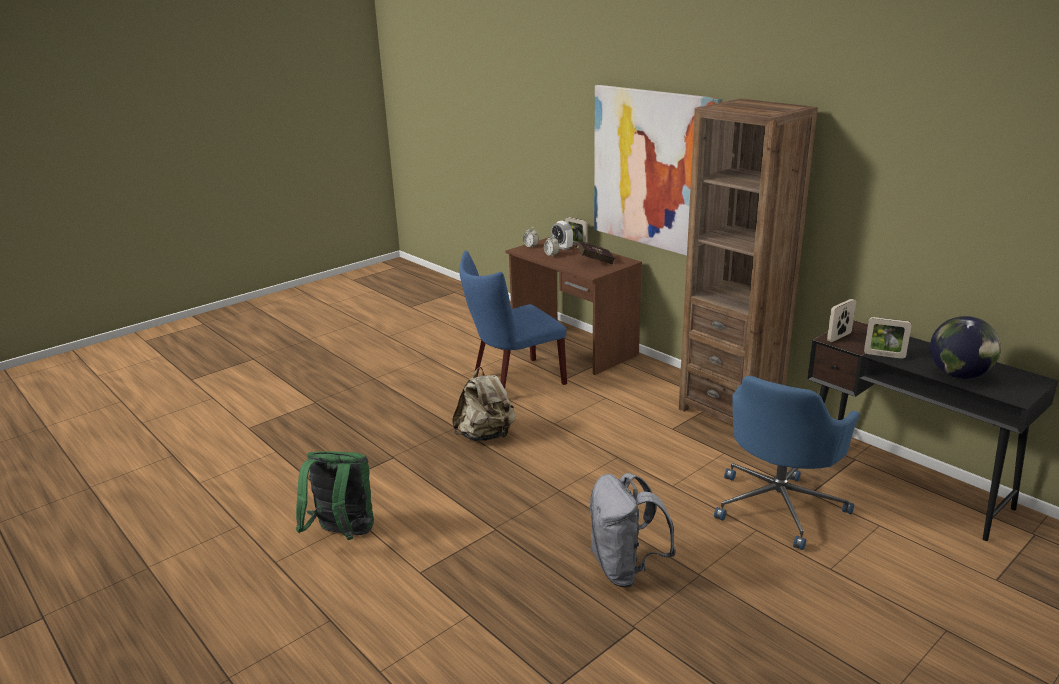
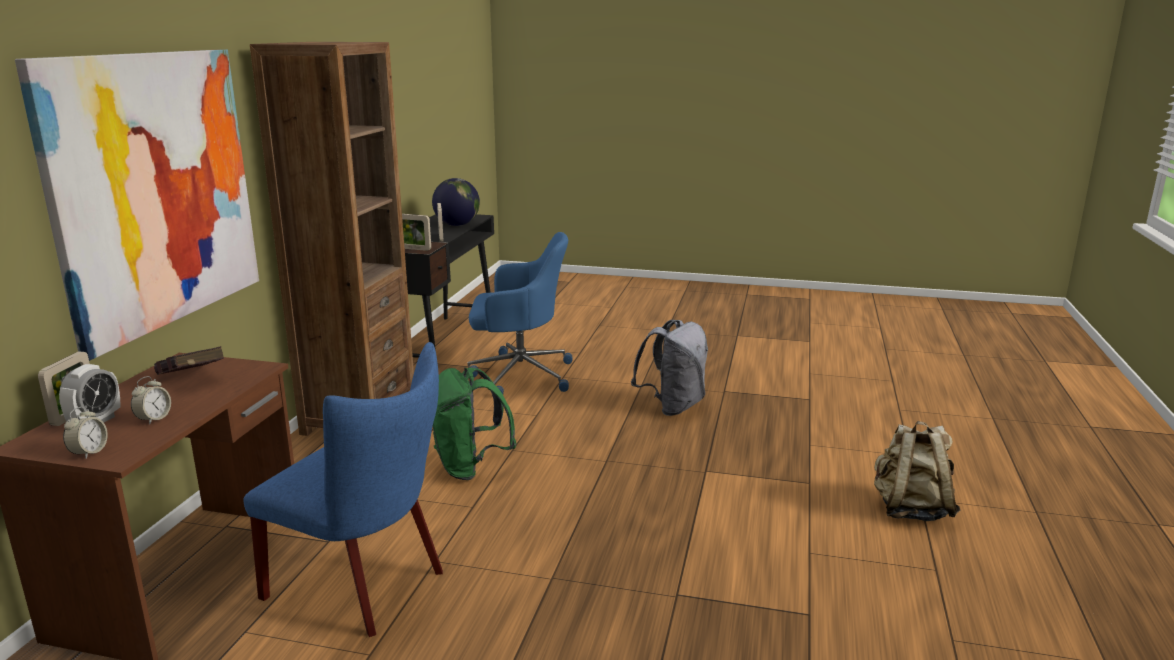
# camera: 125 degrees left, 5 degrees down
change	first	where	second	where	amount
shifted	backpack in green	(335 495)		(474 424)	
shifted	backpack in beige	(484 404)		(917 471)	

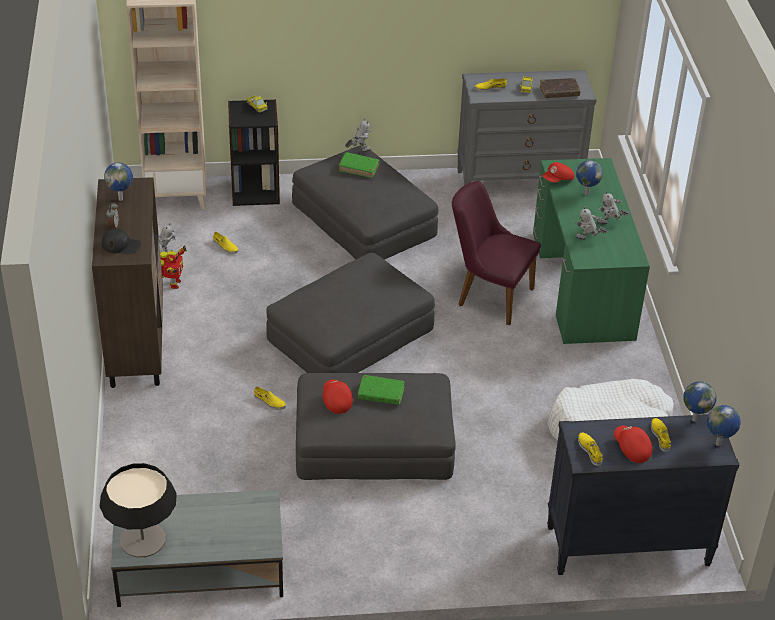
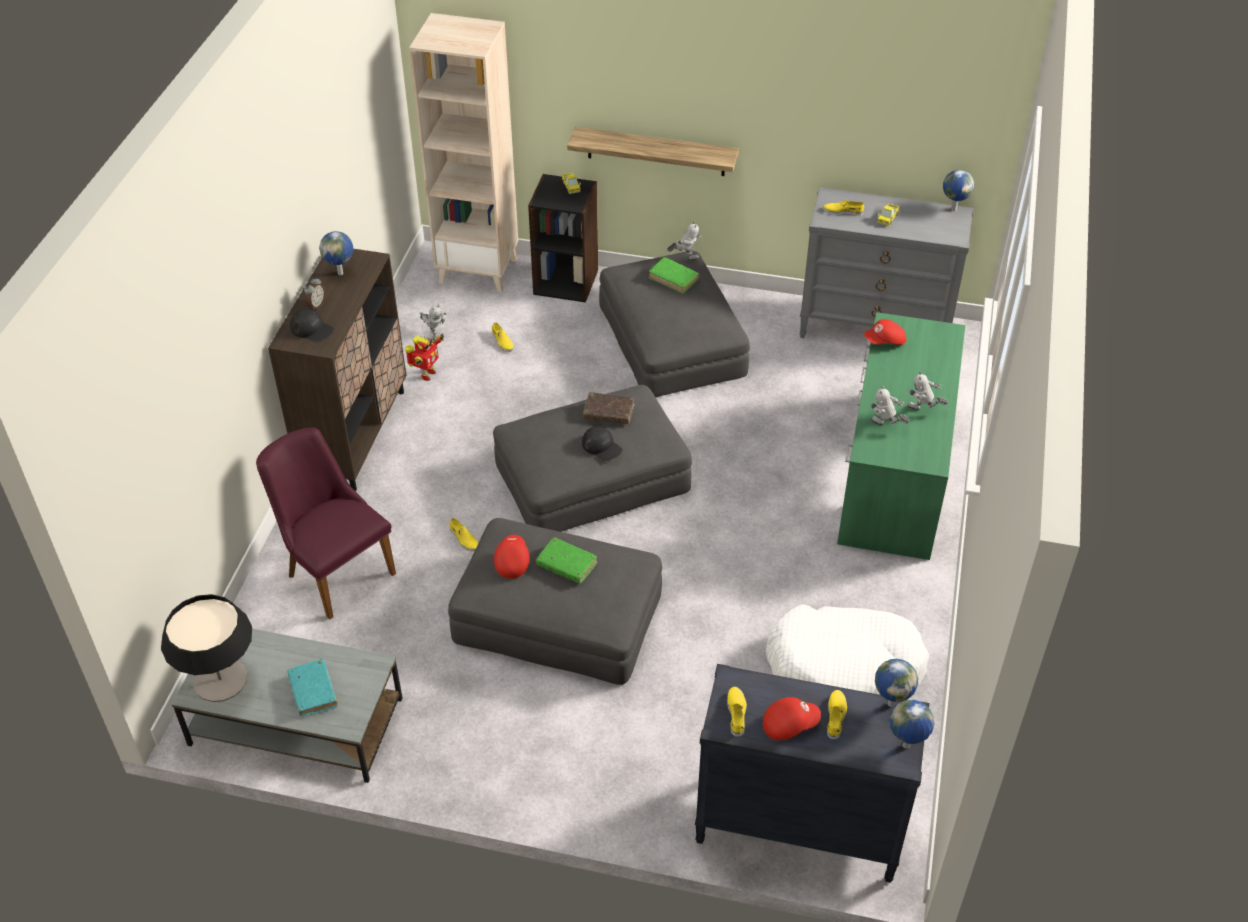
# camera: 20 degrees right, 5 degrees up
change	first	where	second	where	amount
new			book in turquoise	(312 687)	
new			shelf	(653 151)	
new			cap in black	(602 443)	
shifted	chair in purple	(496 253)		(326 523)	
shifted	book in brown	(560 88)		(609 408)	
shifted	globe	(589 178)		(958 190)	
rotated	cap in red	(633 444)		(792 718)	90 degrees clockwise

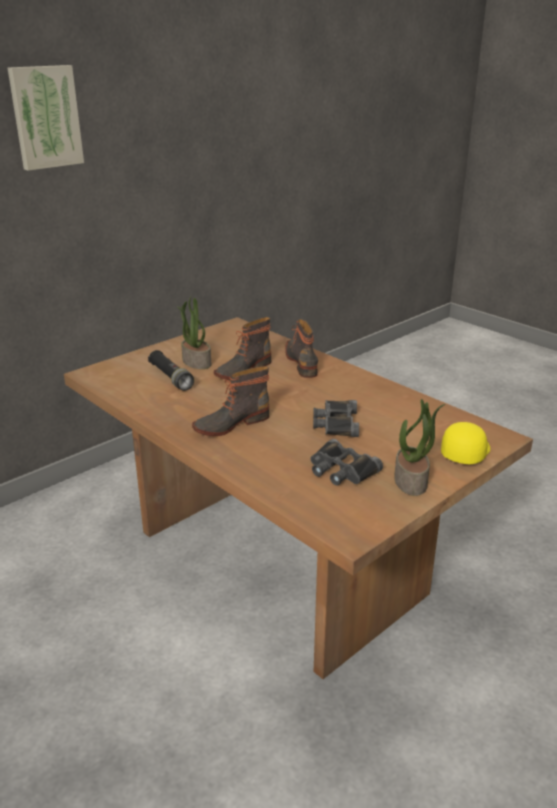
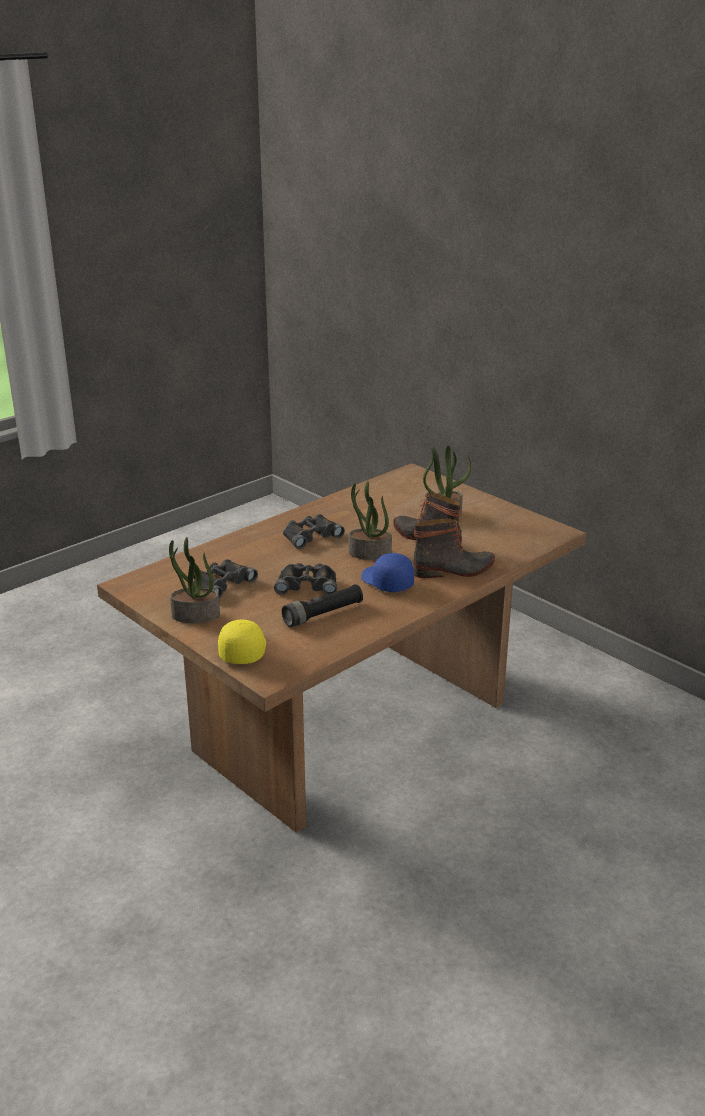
# camera: 90 degrees right, 0 degrees up
change	first	where	second	where	amount
gone	picture	(46 118)			
new			potted plant	(370 520)	
new			cap in blue	(387 572)	
shifted	flashlight in black	(171 370)		(322 605)	
swapped	boot	(230 401)	binoculars in black	(314 531)	
rotated	cap in yellow	(465 443)		(242 641)	120 degrees counterclockwise

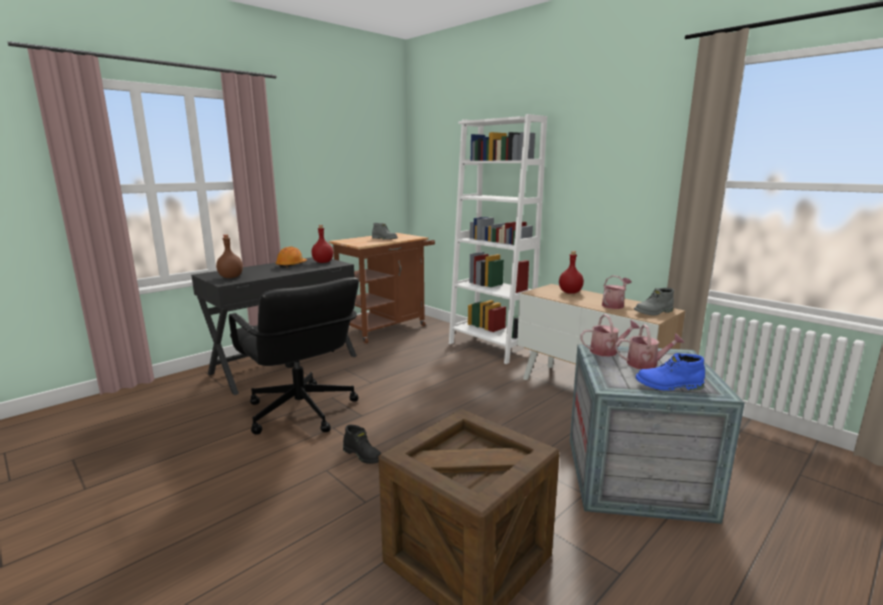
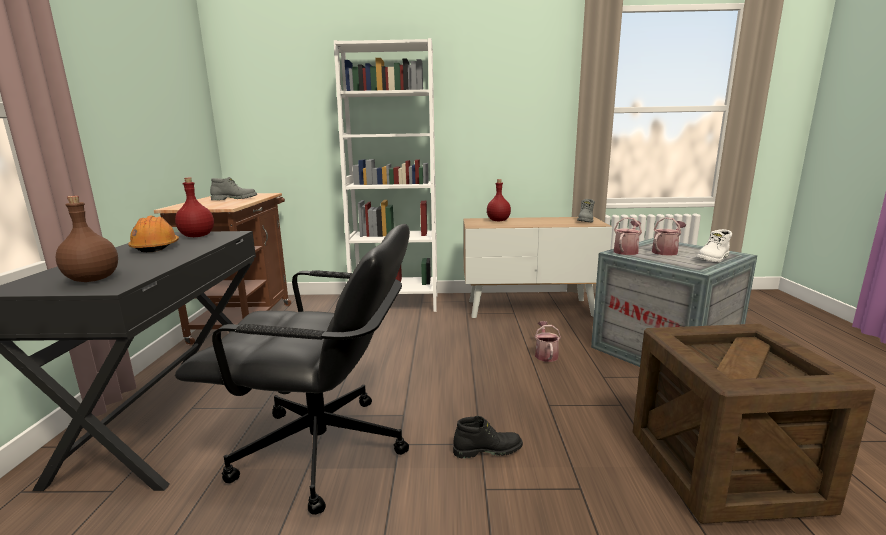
# camera: 45 degrees left, 0 degrees up
change	first	where	second	where	amount
shifted	watering can	(617 292)		(548 341)	
repainted	boot in blue	(670 372)	boot in white	(714 245)	

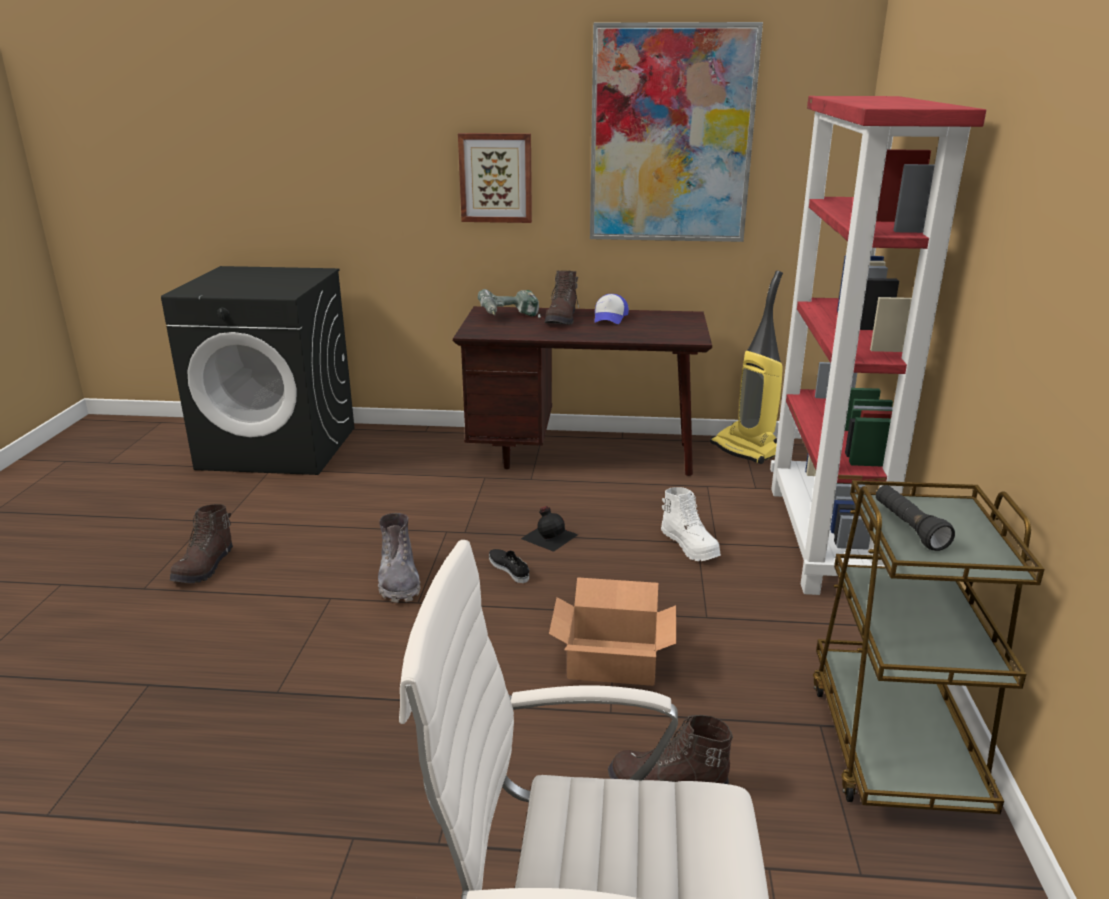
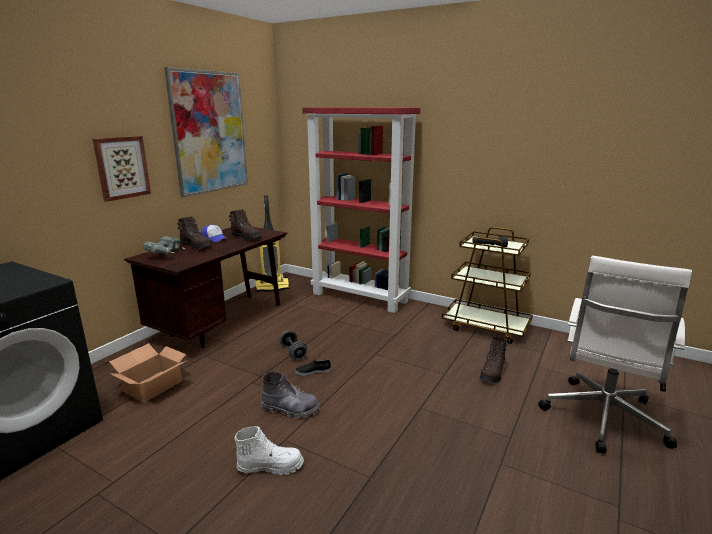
# camera: 65 degrees left, 5 degrees down
change	first	where	second	where	amount
shifted	boot in brown	(201 543)		(245 225)	
shifted	cardboard box	(612 631)		(148 373)	
shifted	boot in white	(691 524)		(269 450)	
swapped	bottle in black	(549 529)	dumbbell in grey	(293 345)	

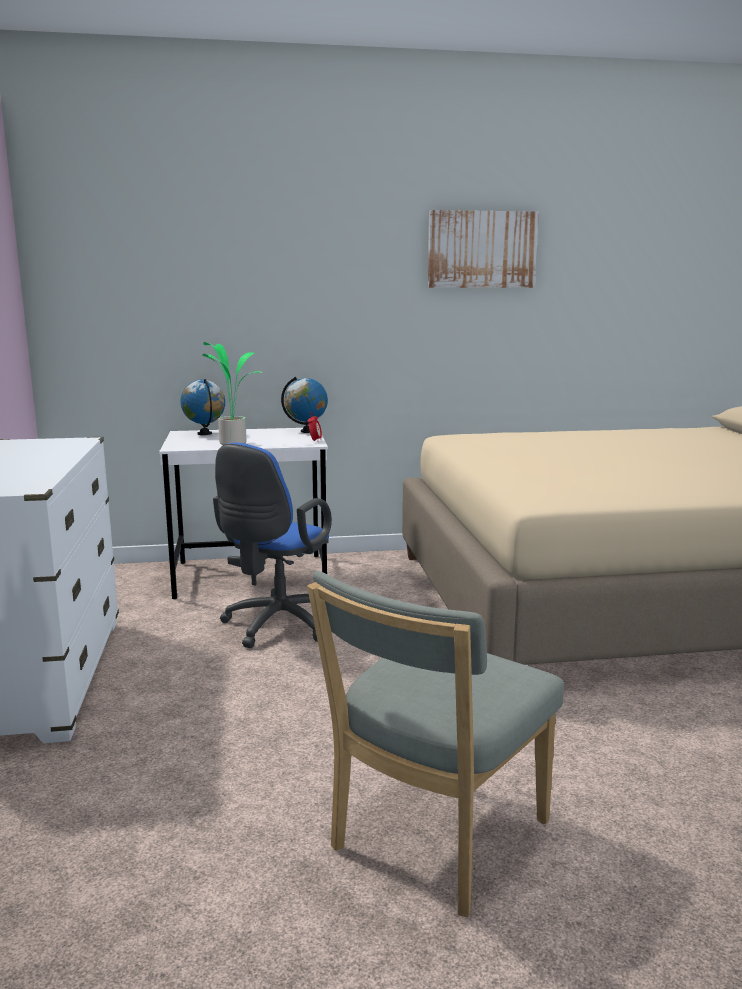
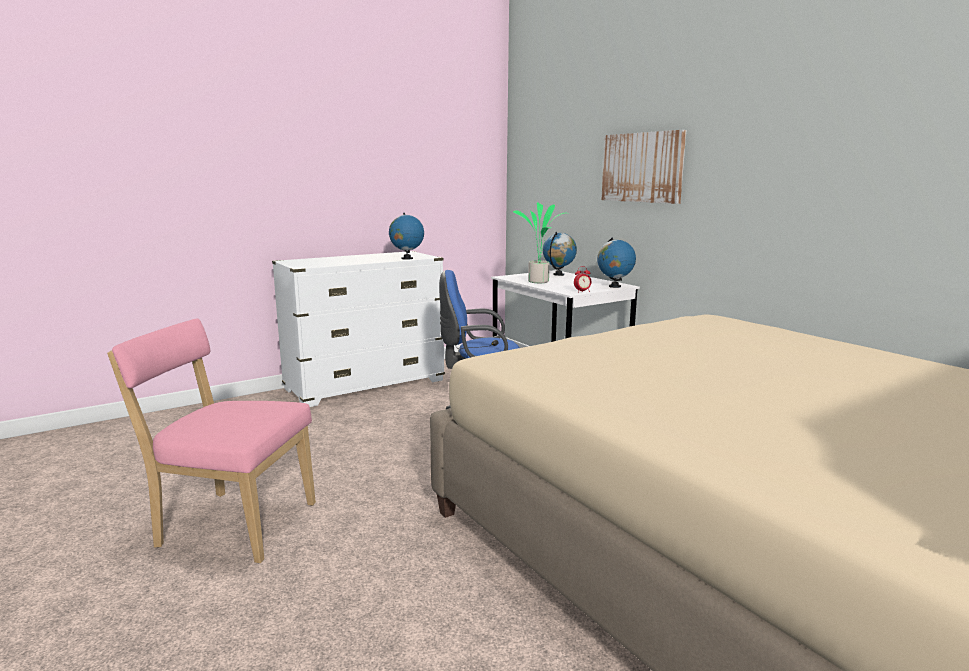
# camera: 65 degrees right, 0 degrees up
change	first	where	second	where	amount
new			globe	(406 236)	
shifted	picture	(483 249)		(643 167)	
repainted	chair in grey	(435 744)	chair in pink	(211 441)	

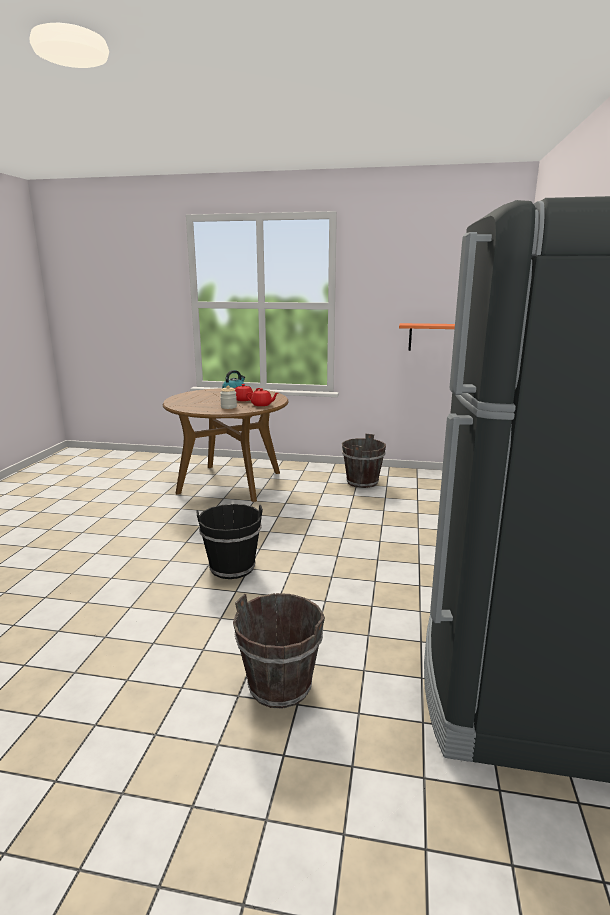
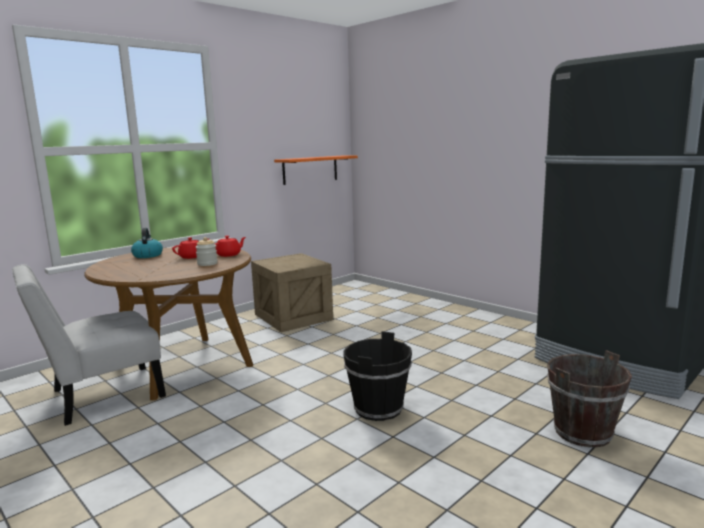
# camera: 55 degrees left, 5 degrees down
change	first	where	second	where	amount
new			chair in white	(89 345)	
swapped	bucket in brown	(364 461)	crate	(292 292)	

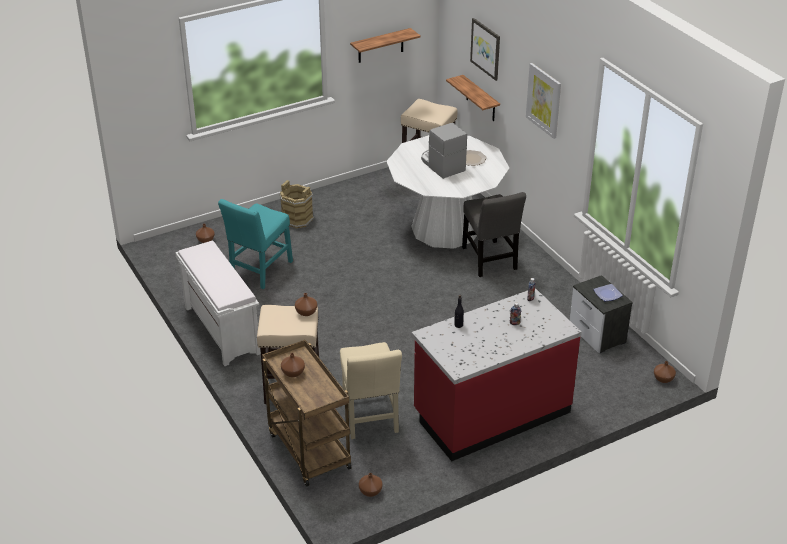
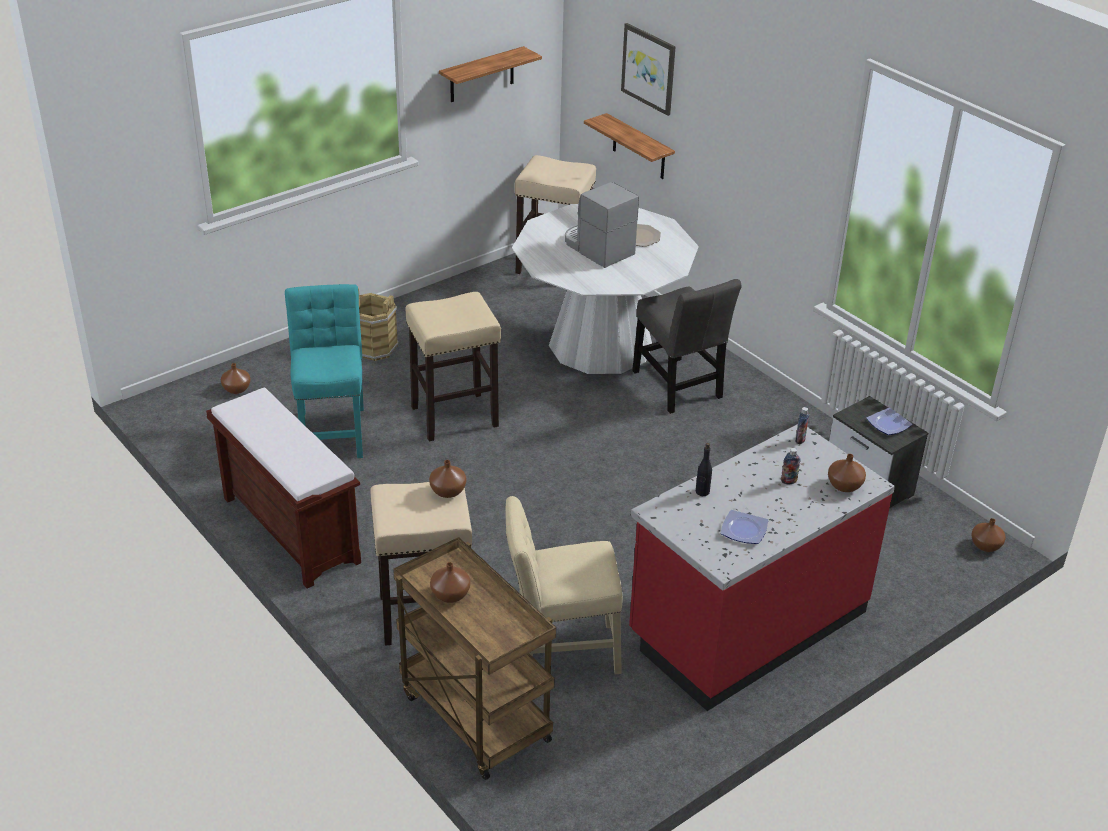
# camera: 10 degrees left, 0 degrees up
change	first	where	second	where	amount
gone	picture	(543 101)			
new			stool in beige	(453 366)	
new			plate	(744 527)	
shifted	vase in brown	(371 485)		(847 473)	
repainted	bench in white	(218 303)	bench in brown	(283 488)	
rotated	chair in turquoise	(255 244)		(324 371)	150 degrees clockwise
rotated	chair in beige	(371 390)		(564 585)	105 degrees clockwise

